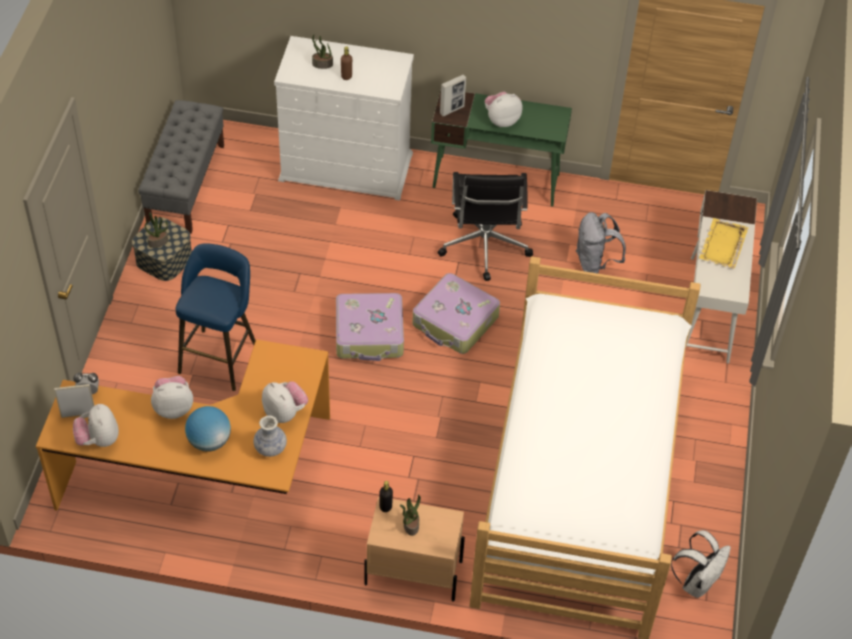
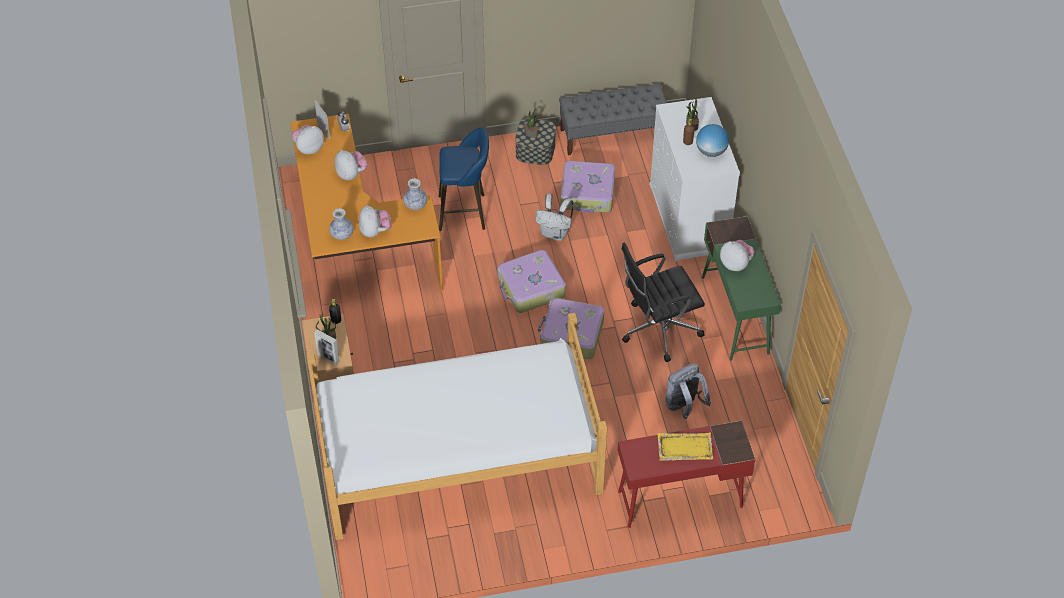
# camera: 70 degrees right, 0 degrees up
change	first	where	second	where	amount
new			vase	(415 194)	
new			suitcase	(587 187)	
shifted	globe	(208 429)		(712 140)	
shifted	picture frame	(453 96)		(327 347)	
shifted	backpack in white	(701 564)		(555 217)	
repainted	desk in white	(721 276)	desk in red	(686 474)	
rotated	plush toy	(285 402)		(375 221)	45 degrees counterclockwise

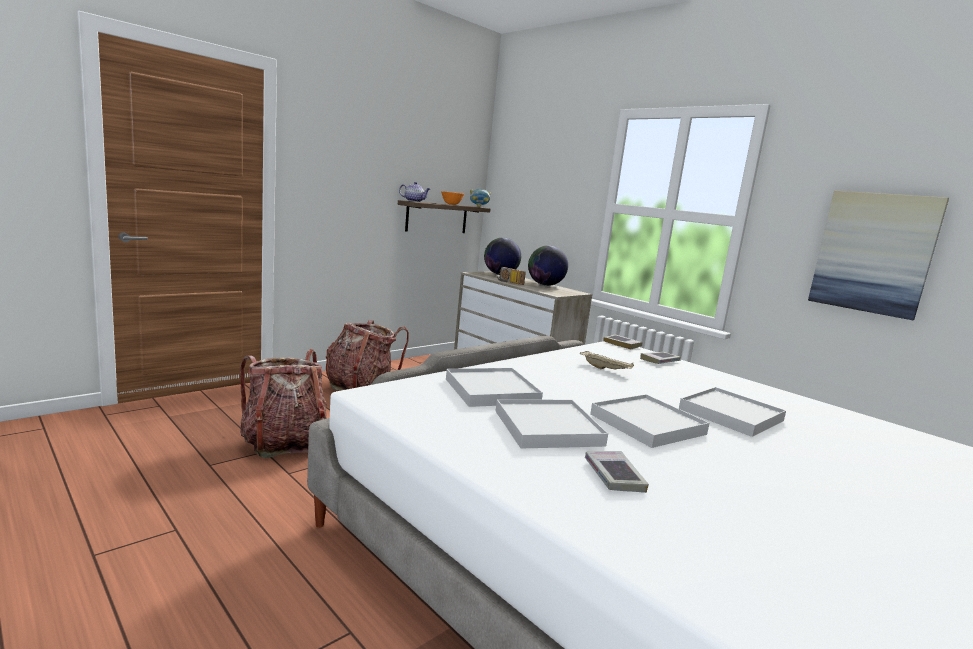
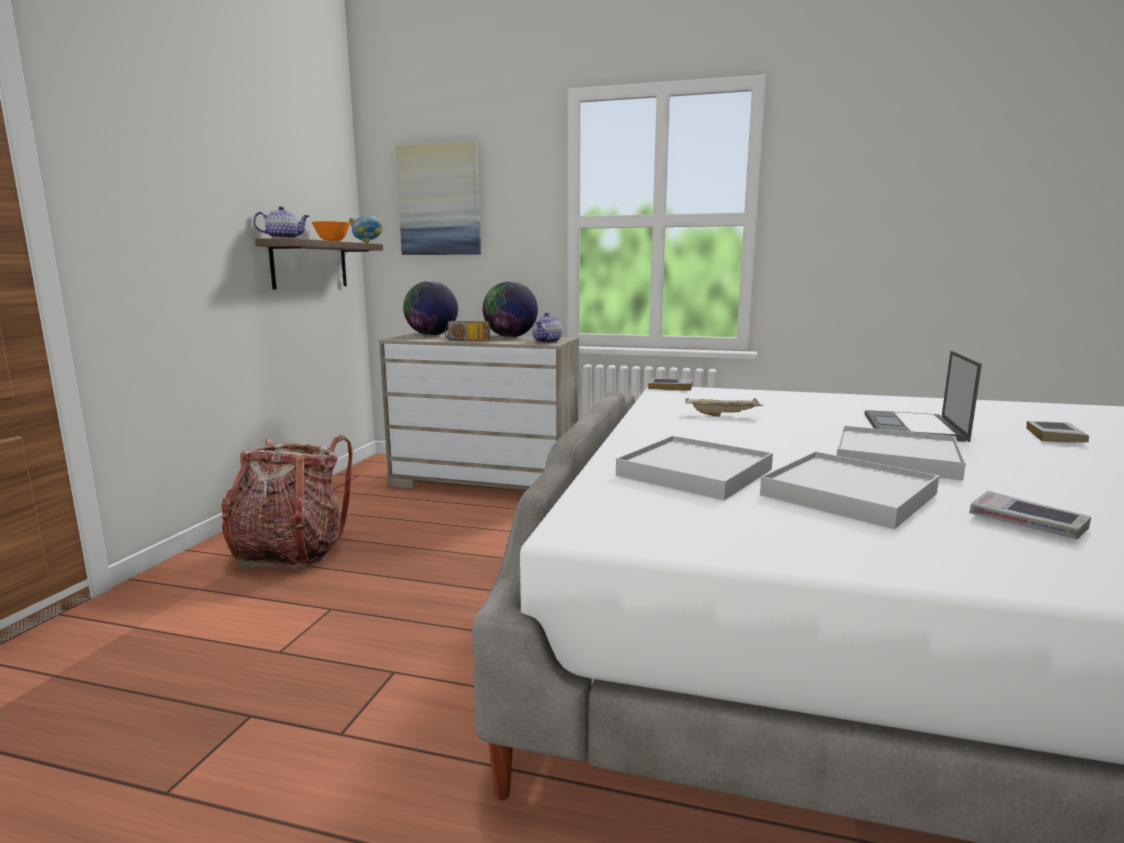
# camera: 30 degrees left, 0 degrees up
change	first	where	second	where	amount
gone	backpack	(283 403)			
new			teapot	(547 328)	
shifted	book	(660 358)		(1058 432)	
shifted	picture	(878 255)		(438 198)	
swapped	tray in white	(732 412)	laptop	(923 396)	

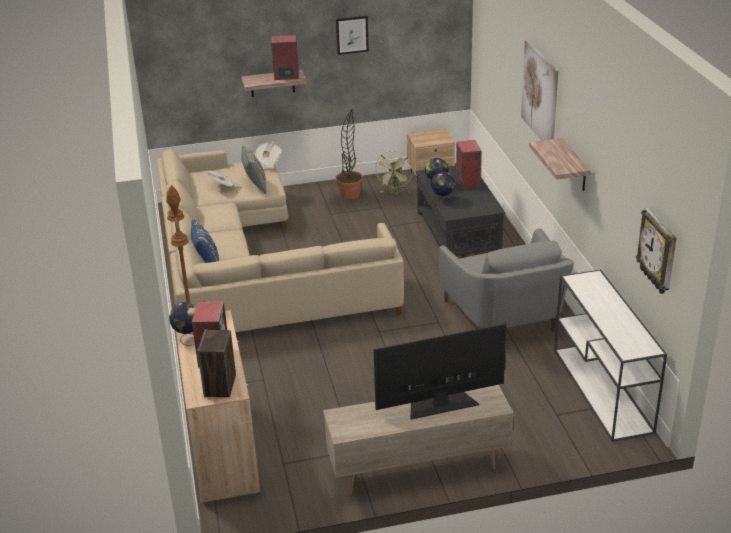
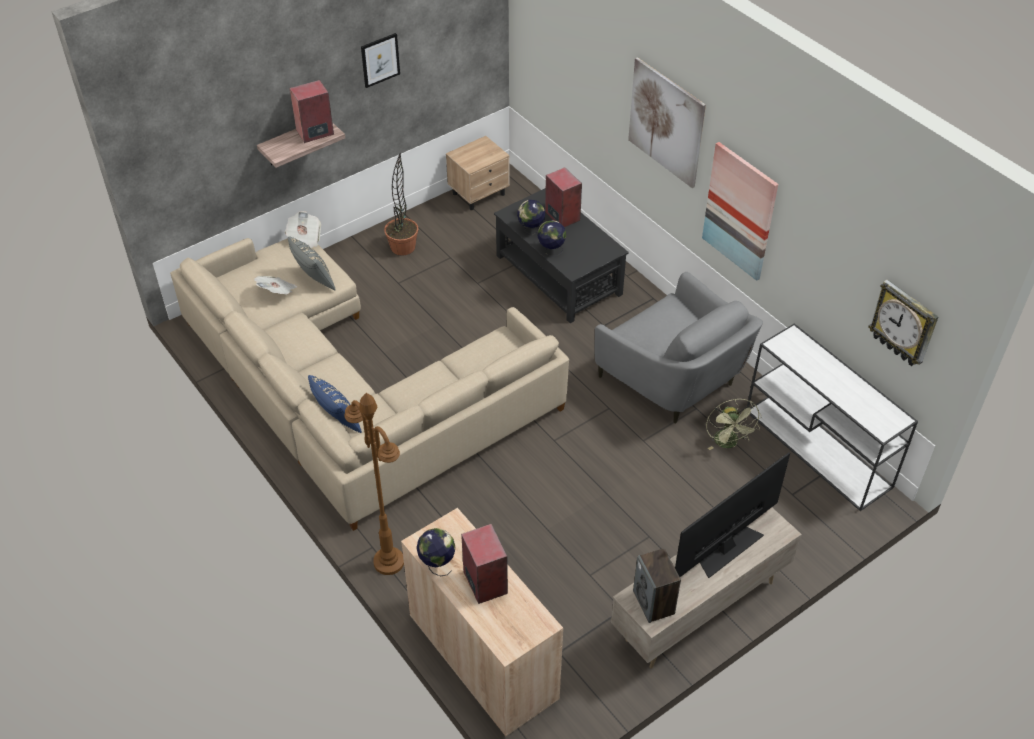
# camera: 25 degrees left, 15 degrees up
change	first	where	second	where	amount
shifted	speaker	(216 363)		(657 585)	
shifted	fan in green	(394 172)		(733 424)	
swapped	shelf	(560 164)	picture	(740 211)	

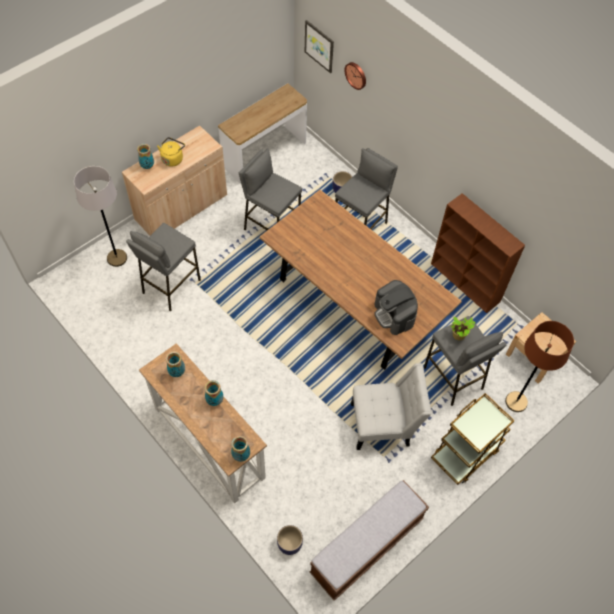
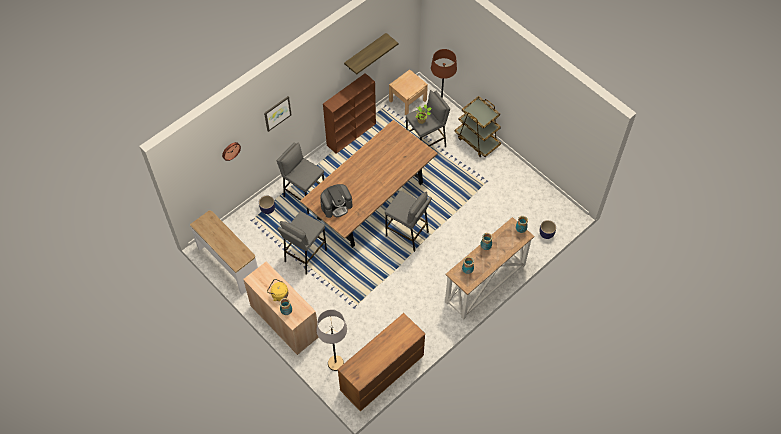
# camera: 90 degrees left, 0 degrees up
change	first	where	second	where	amount
gone	bench	(369 540)			
gone	chair in white	(391 406)			
new			dresser in brown	(381 362)	
new			shelf	(371 54)	
shifted	stool in grey	(163 267)		(408 221)	
shifted	picture	(319 46)		(278 114)	
shifted	coffee machine	(396 307)		(336 201)	

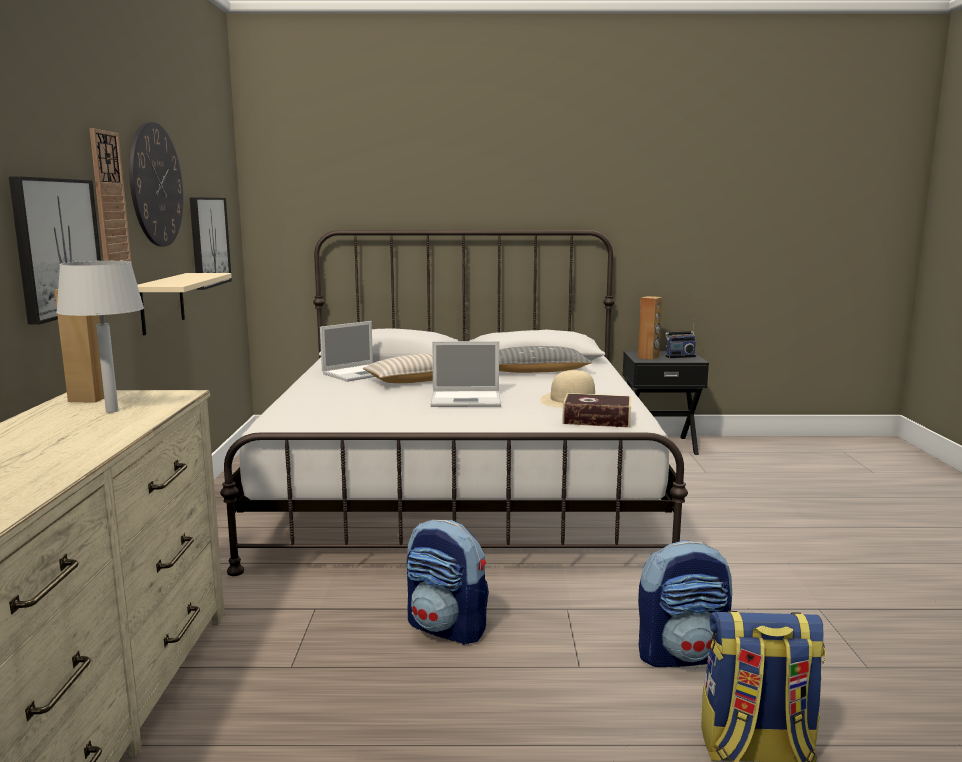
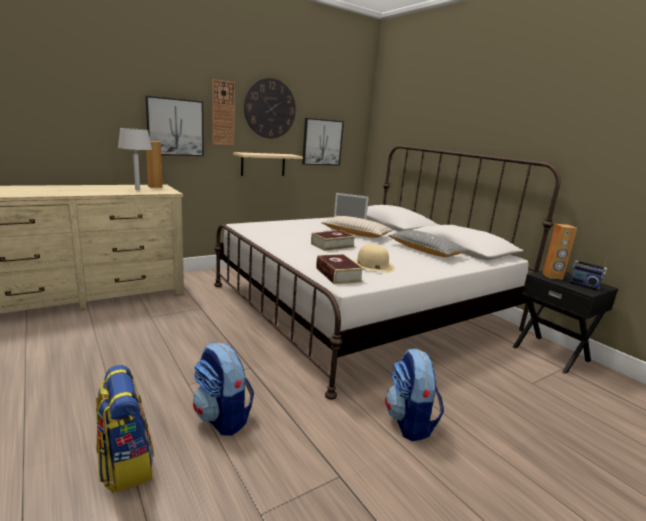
# camera: 55 degrees right, 5 degrees up
change	first	where	second	where	amount
shifted	backpack	(448 582)		(414 394)	
swapped	laptop	(466 374)	book	(333 240)	

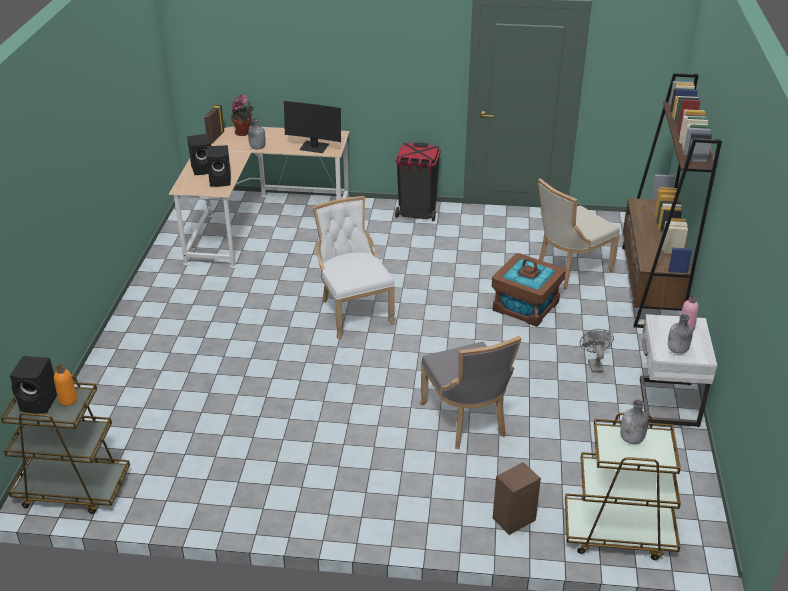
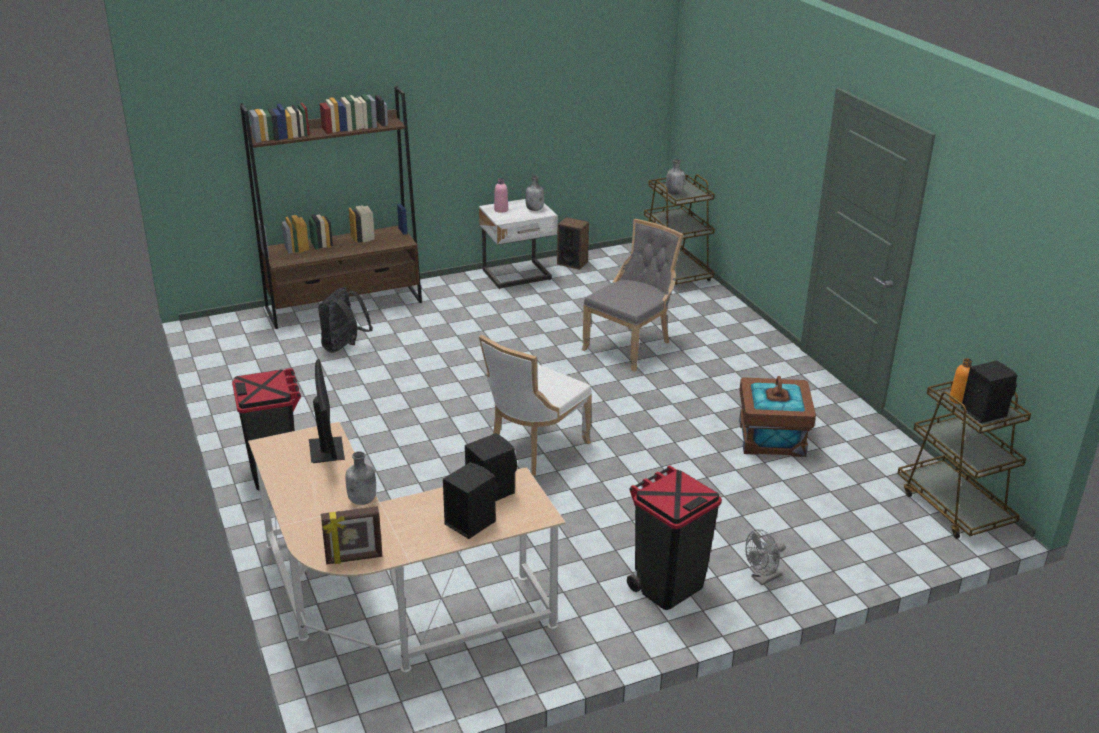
# camera: 120 degrees left, 5 degrees down
change	first	where	second	where	amount
gone	potted plant	(242 115)			
new			trash can in black	(674 537)	
shifted	storage box in brown	(529 290)		(777 416)	
shifted	speaker	(517 498)		(573 243)	
shifted	fan in grey	(597 351)		(765 557)	
swapped	chair in beige	(579 233)	backpack in black	(345 320)	

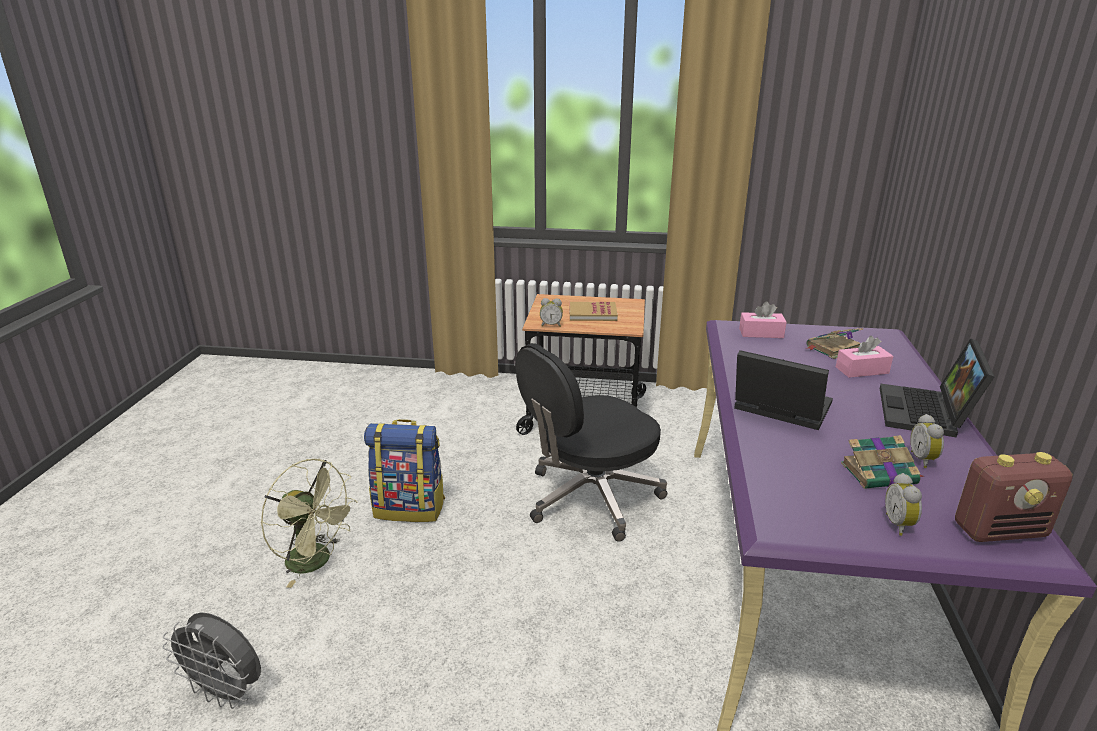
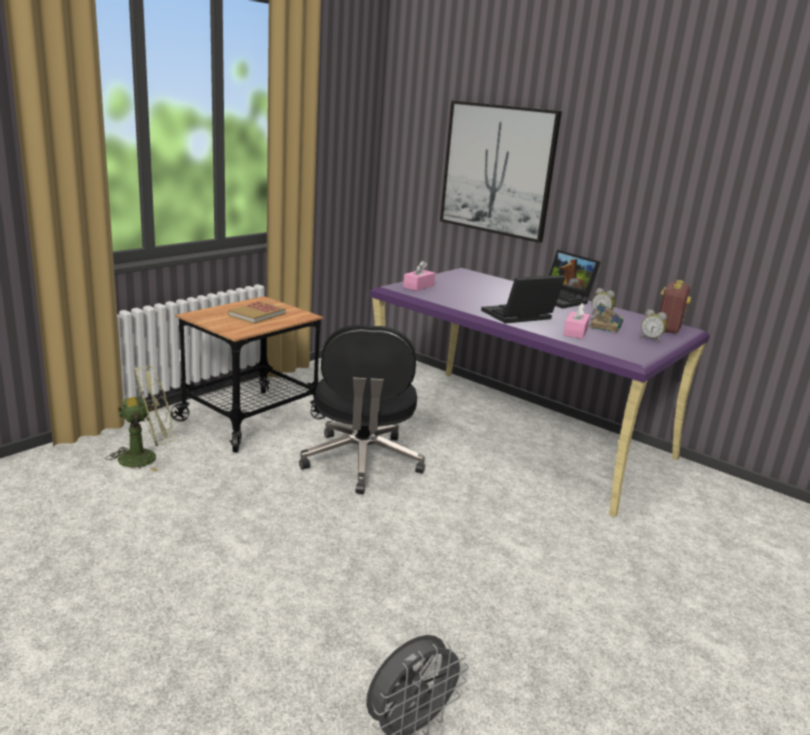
# camera: 60 degrees left, 5 degrees down
change	first	where	second	where	amount
gone	backpack	(404 470)			
gone	alarm clock	(551 312)			
gone	book	(834 343)			
new			picture	(501 171)	
shifted	fan in green	(309 523)		(139 418)	
shifted	tissue box in pink	(864 357)		(576 321)	

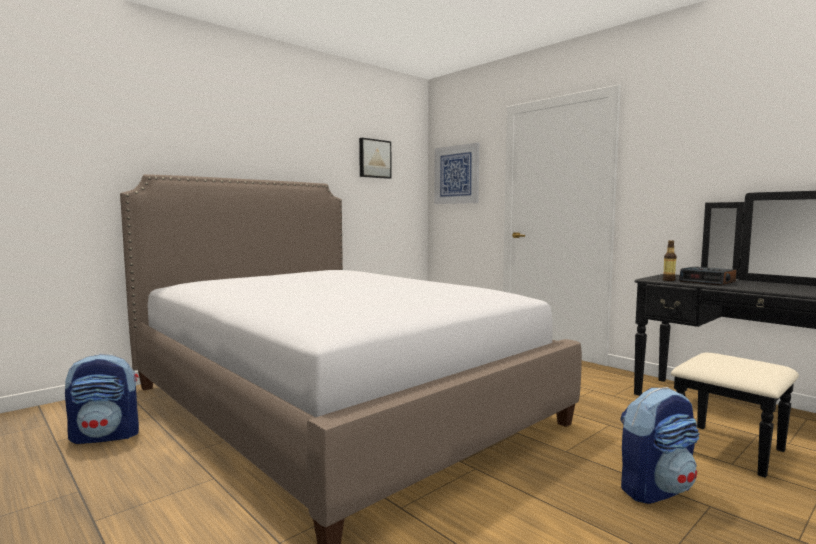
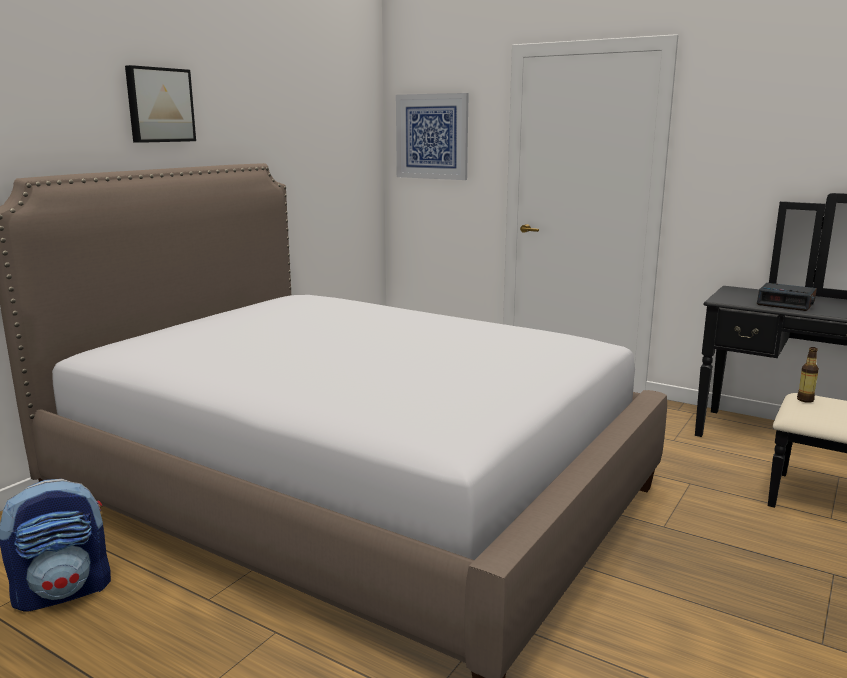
# camera: 15 degrees left, 10 degrees up
change	first	where	second	where	amount
gone	backpack	(660 445)			
shifted	picture	(375 158)		(160 104)	
shifted	bottle	(669 260)		(808 375)	

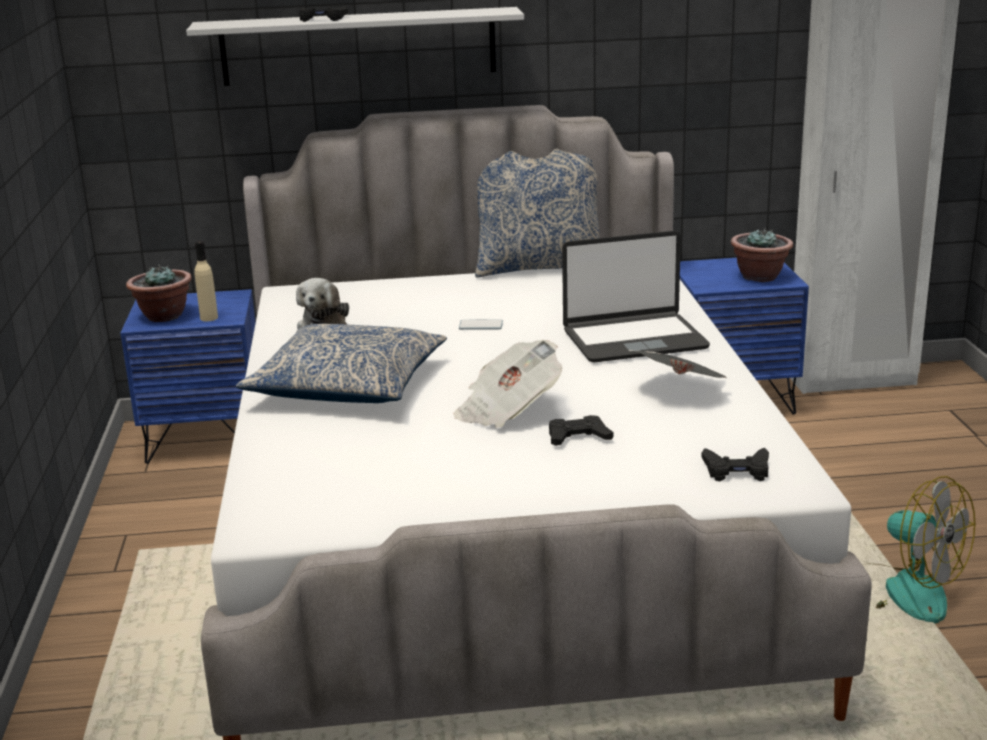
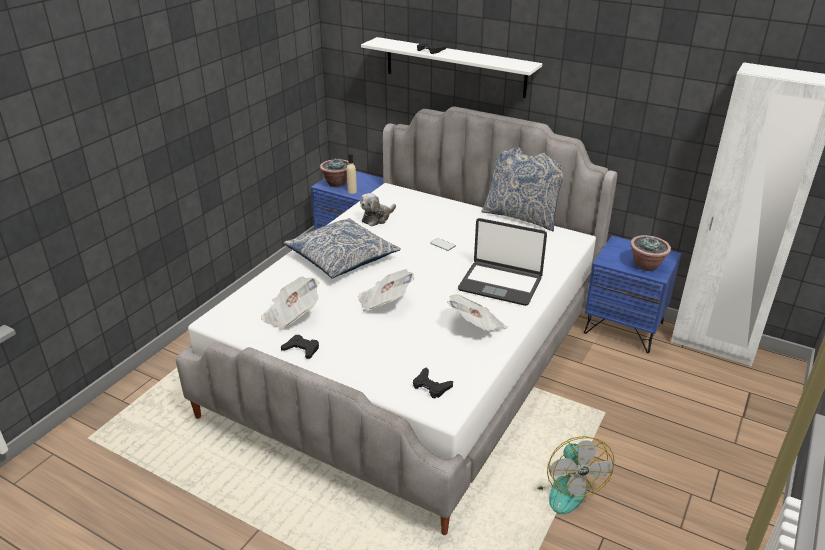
# camera: 35 degrees right, 10 degrees up
change	first	where	second	where	amount
new			newspaper	(290 303)	
shifted	game controller in black	(581 430)		(300 347)	

